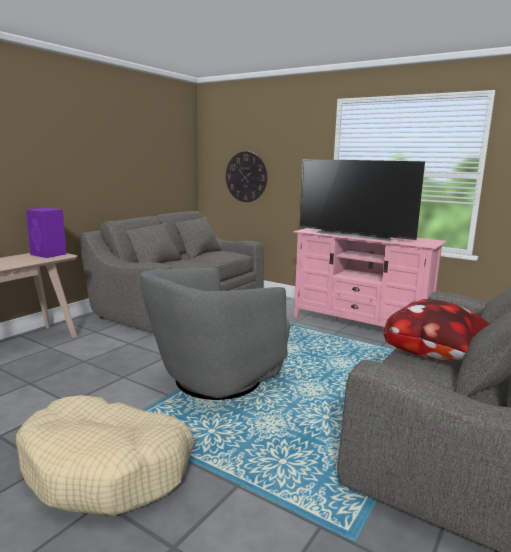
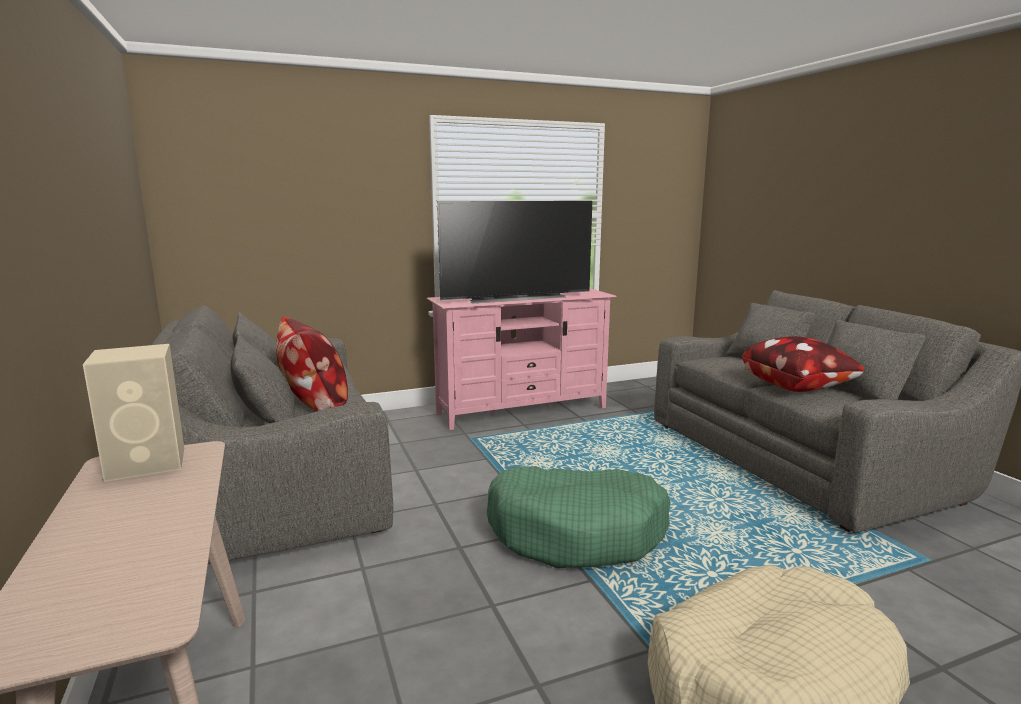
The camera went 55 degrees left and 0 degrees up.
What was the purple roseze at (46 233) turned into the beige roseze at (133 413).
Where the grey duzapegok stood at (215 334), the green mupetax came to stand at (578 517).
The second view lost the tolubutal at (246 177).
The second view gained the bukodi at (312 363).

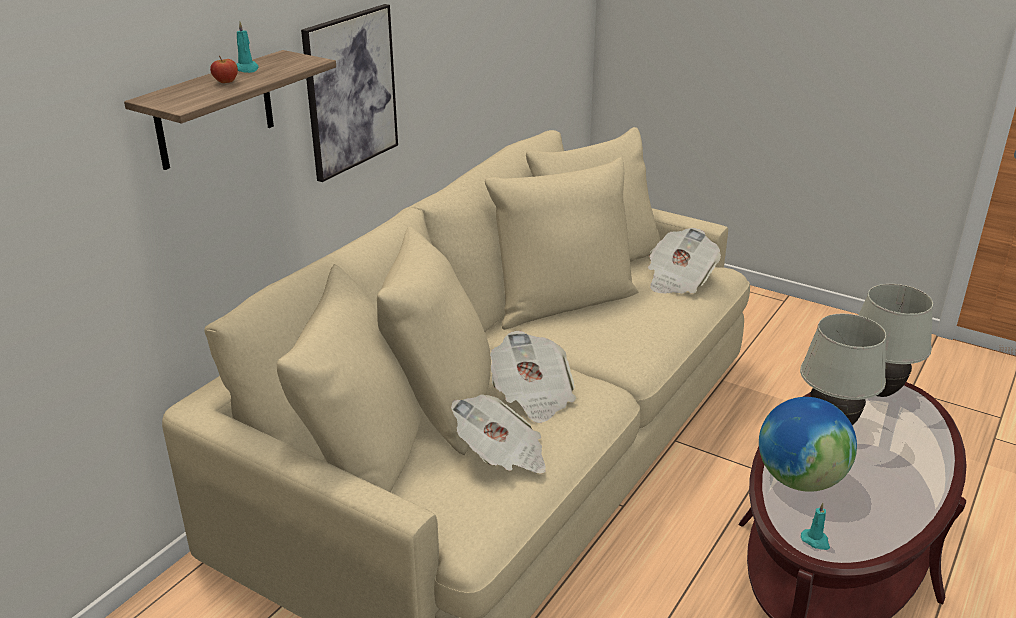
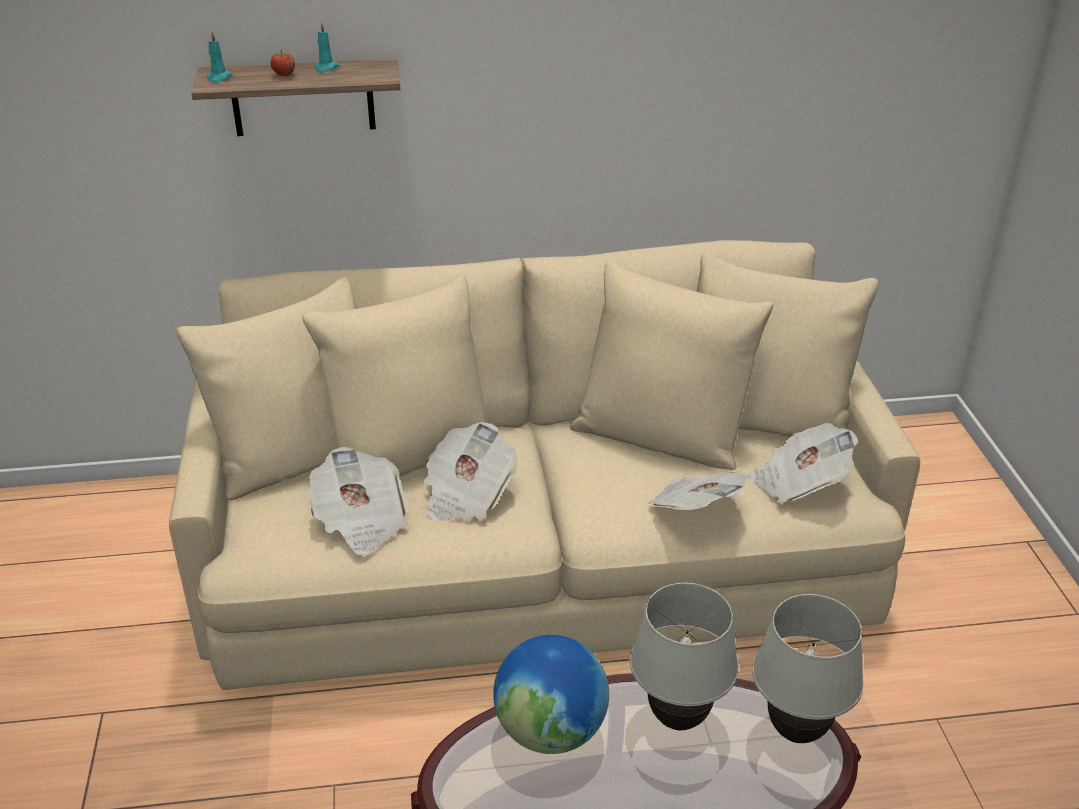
The camera went 50 degrees right and 5 degrees up.
The second view lost the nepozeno at (349 93).
The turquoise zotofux ended up elsewhere, having gone from (815 526) to (219 57).
The second view gained the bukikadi at (699 491).

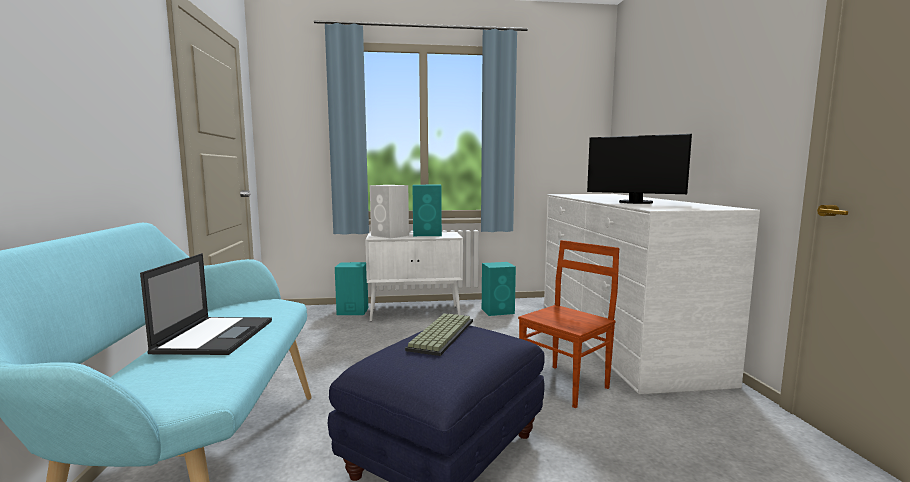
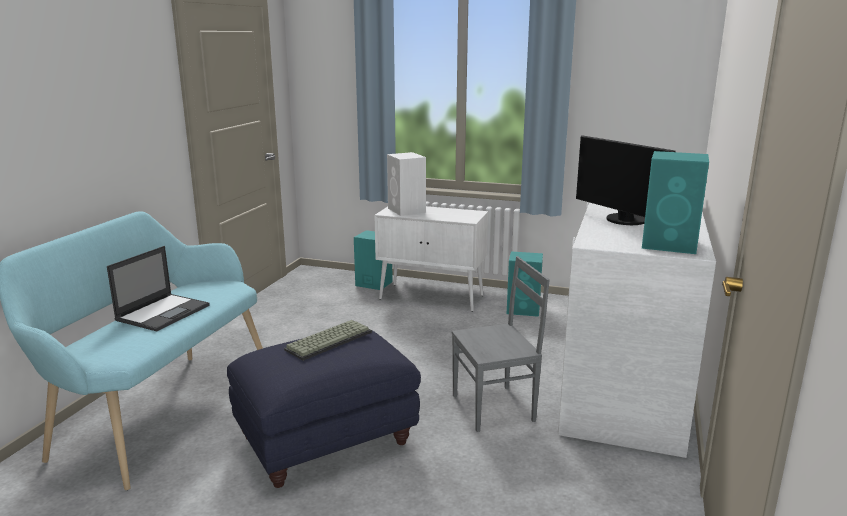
The camera went 25 degrees right and 10 degrees up.
The turquoise roseze ended up elsewhere, having gone from (427 210) to (675 202).
What was the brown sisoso at (568 324) turned into the grey sisoso at (501 344).

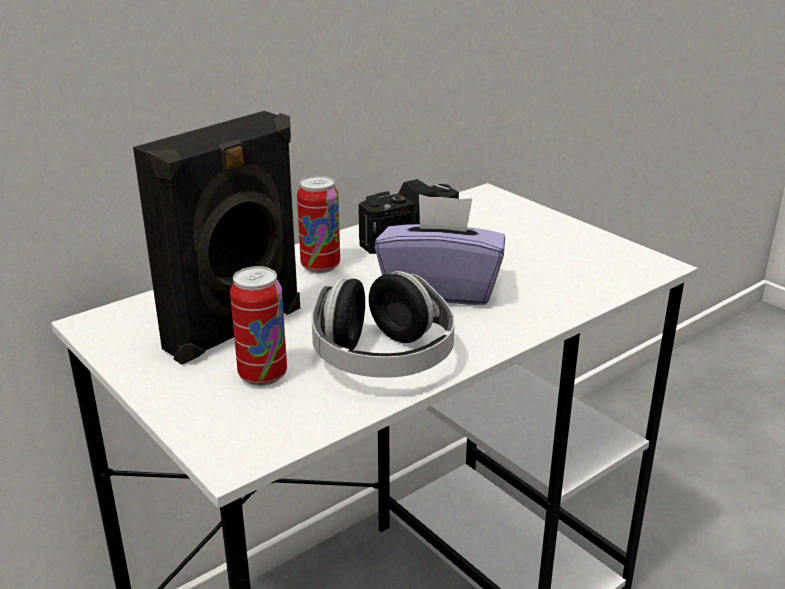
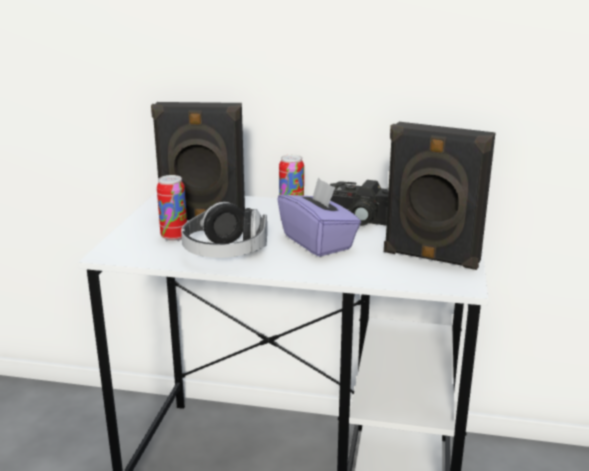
The camera went 50 degrees right and 5 degrees down.
The second view gained the black roseze at (440 196).

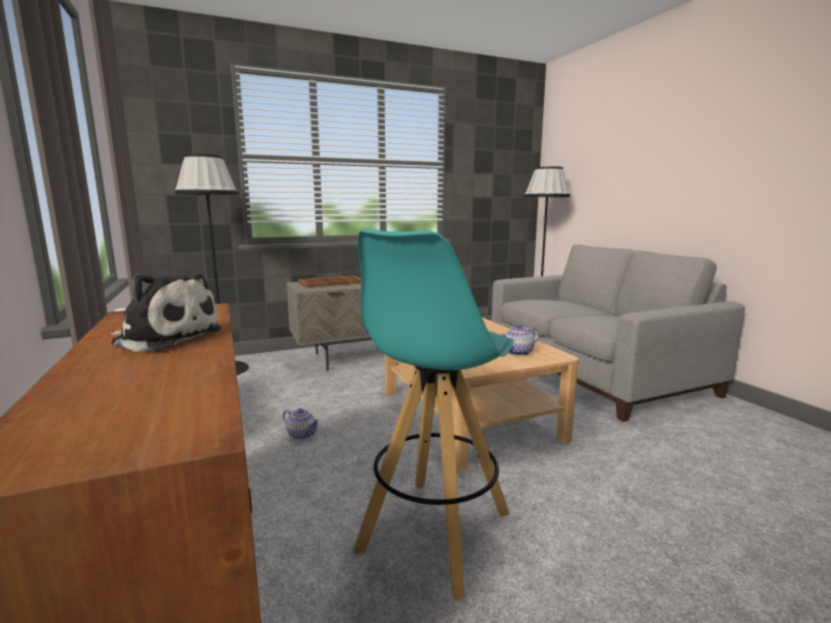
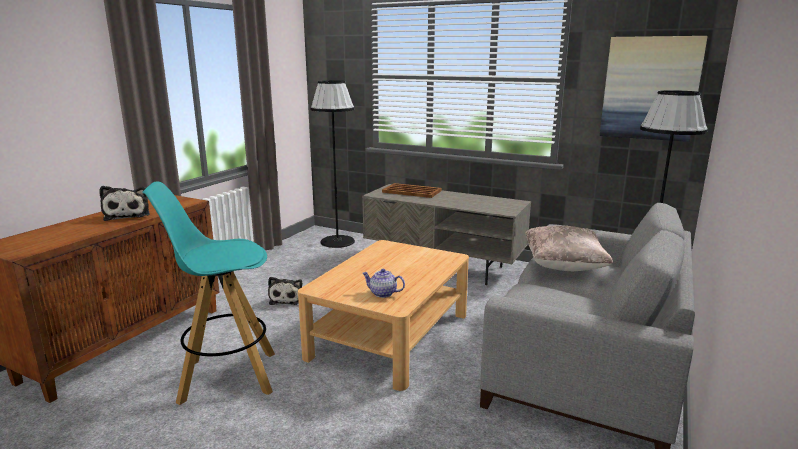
The camera went 50 degrees right and 5 degrees up.
Where the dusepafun stood at (301 423), the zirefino came to stand at (285 291).
The second view gained the beige bukodi at (569 248).
The second view gained the nepozeno at (654 89).

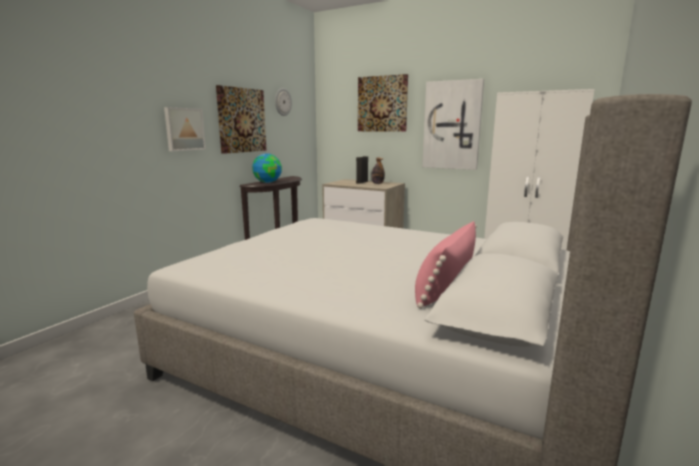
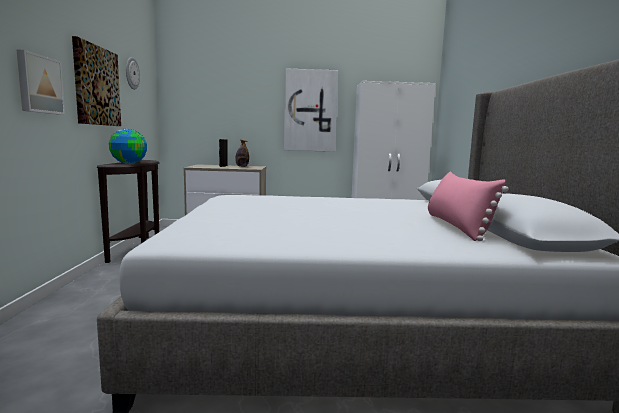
The camera went 30 degrees left and 5 degrees down.
The second view lost the nepozeno at (383 103).

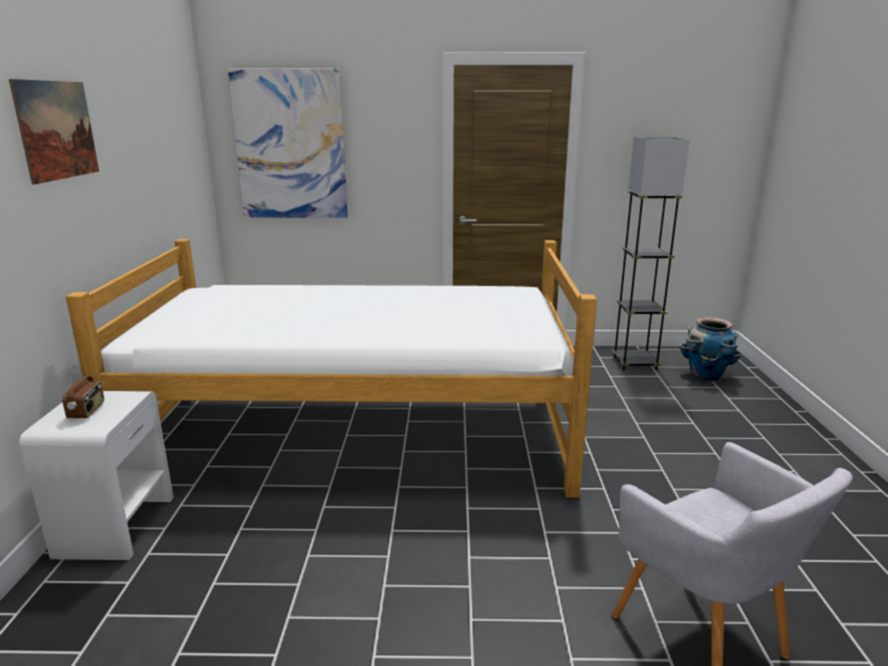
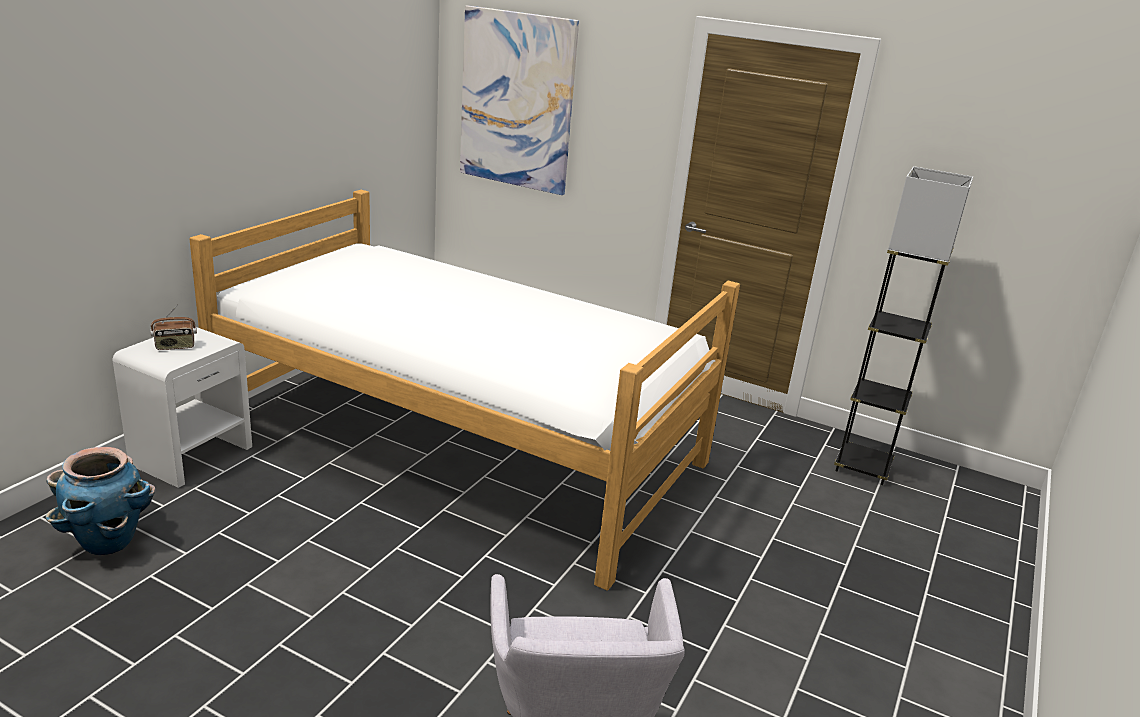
The camera went 25 degrees right and 5 degrees up.
The second view lost the nepozeno at (54 132).
The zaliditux at (83 392) ended up facing another way, 45 degrees clockwise from before.
The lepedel ended up elsewhere, having gone from (710 349) to (101 501).

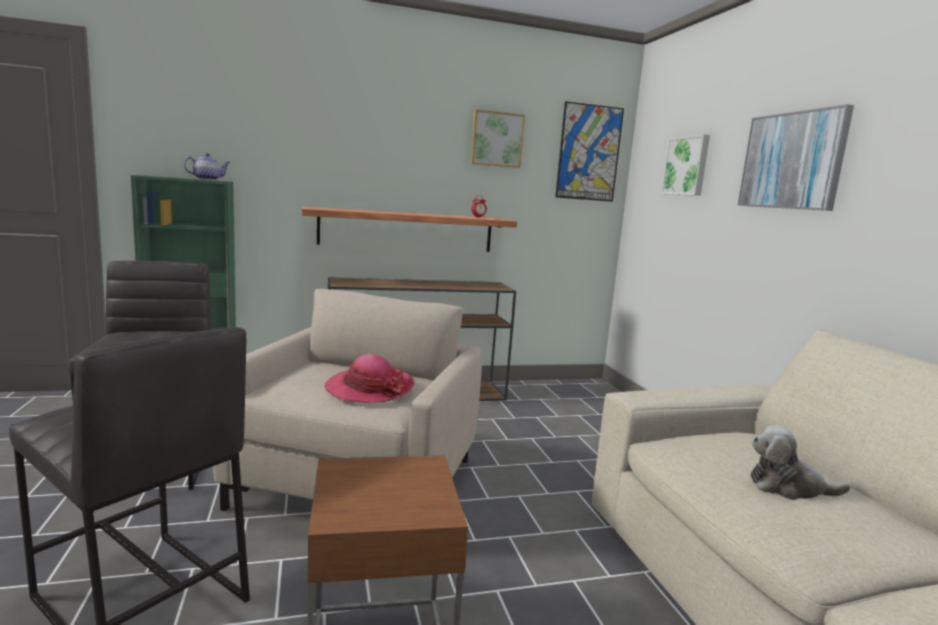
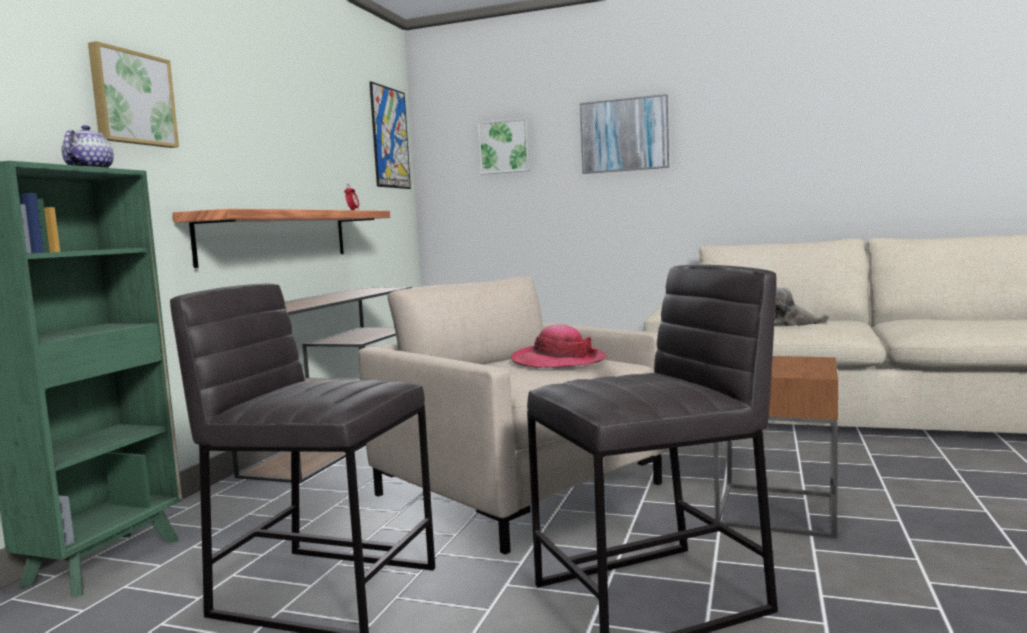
The camera went 55 degrees left and 5 degrees down.
The nepozeno ended up elsewhere, having gone from (497 138) to (133 94).
The zirefino at (800 463) ended up facing another way, 60 degrees clockwise from before.

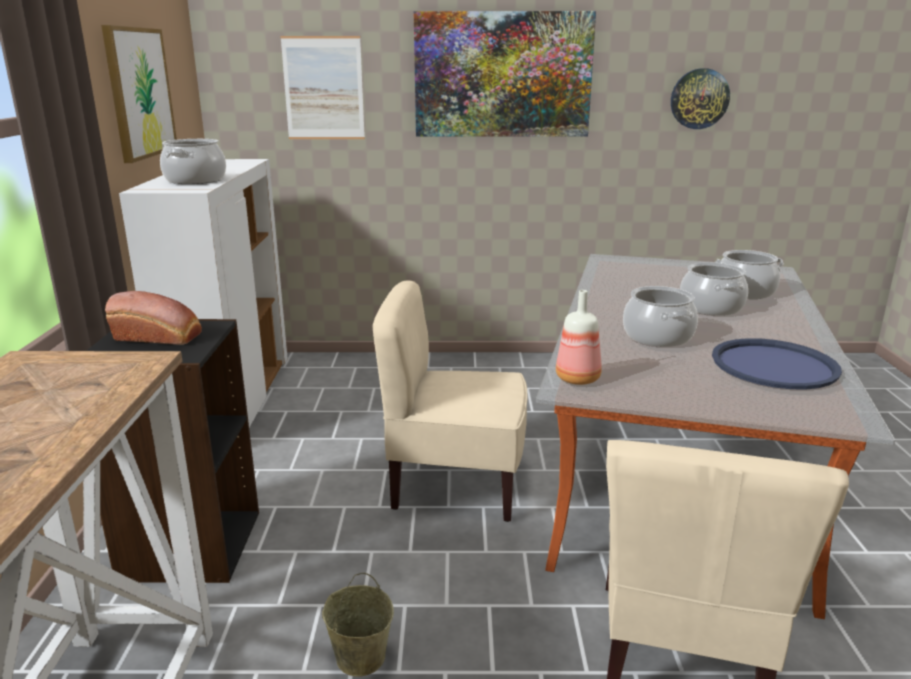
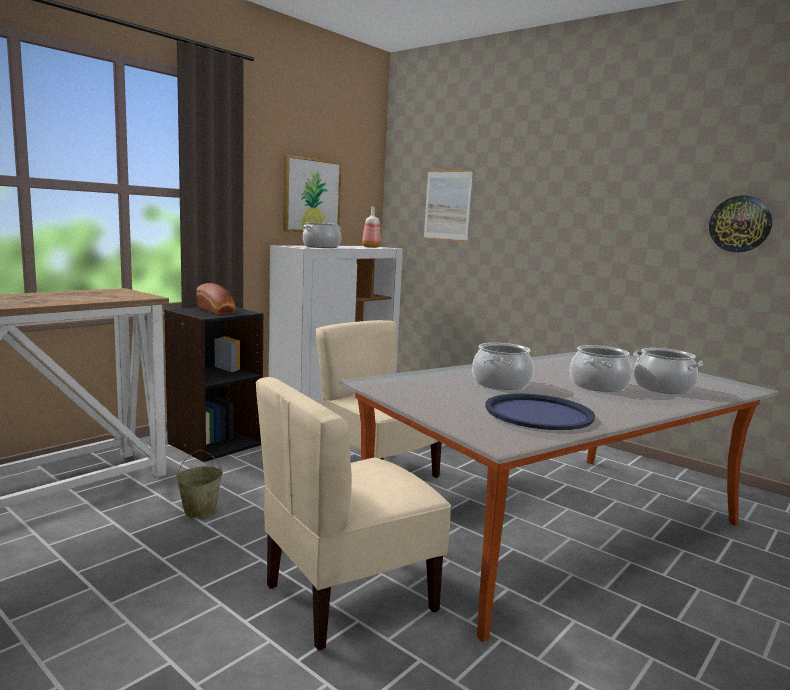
The camera went 40 degrees right and 10 degrees down.
The second view lost the nepozeno at (505 74).
The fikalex ended up elsewhere, having gone from (579 337) to (371 227).

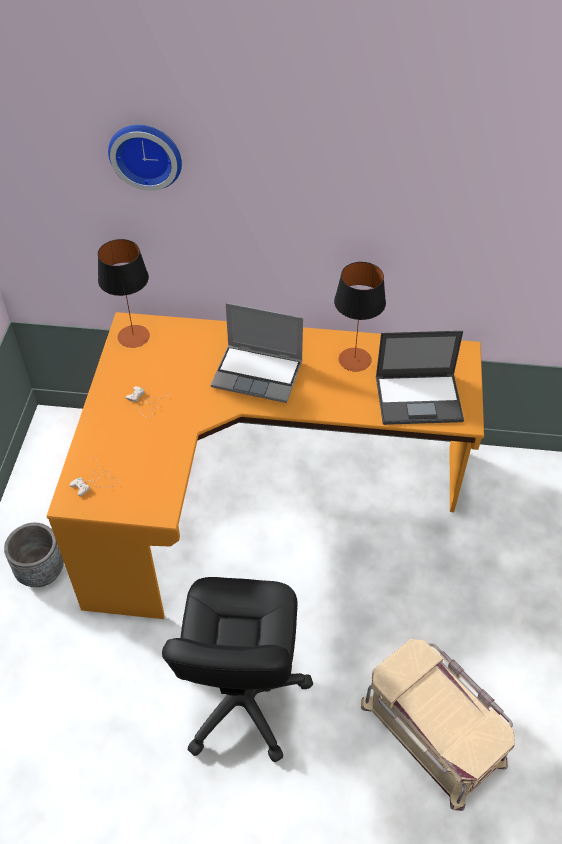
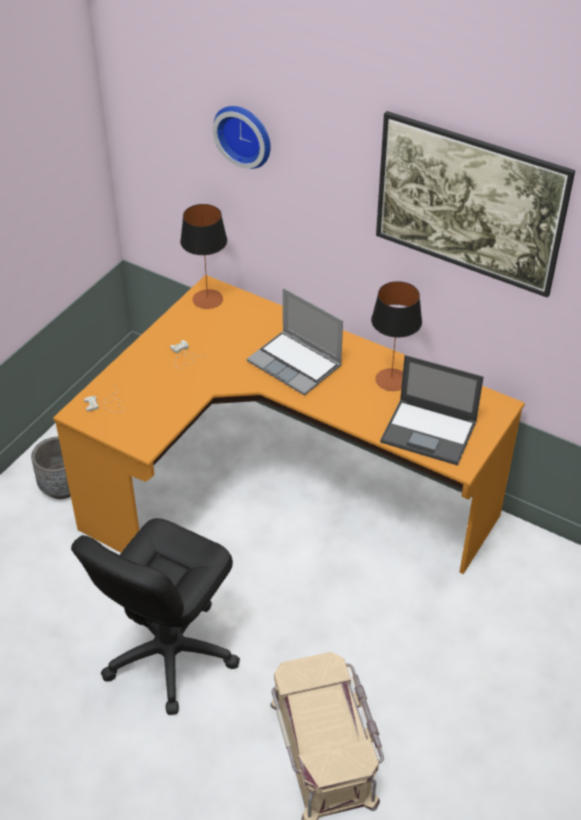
The camera went 25 degrees right and 5 degrees down.
The second view gained the nepozeno at (475 204).

